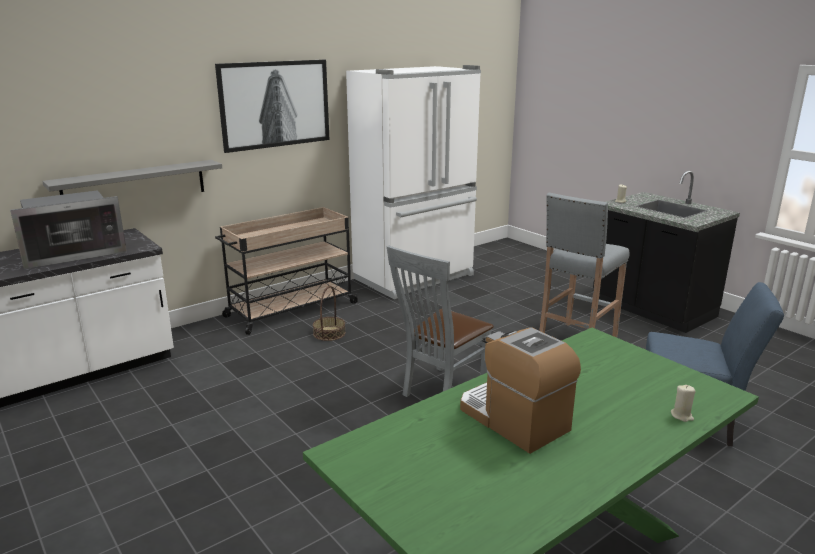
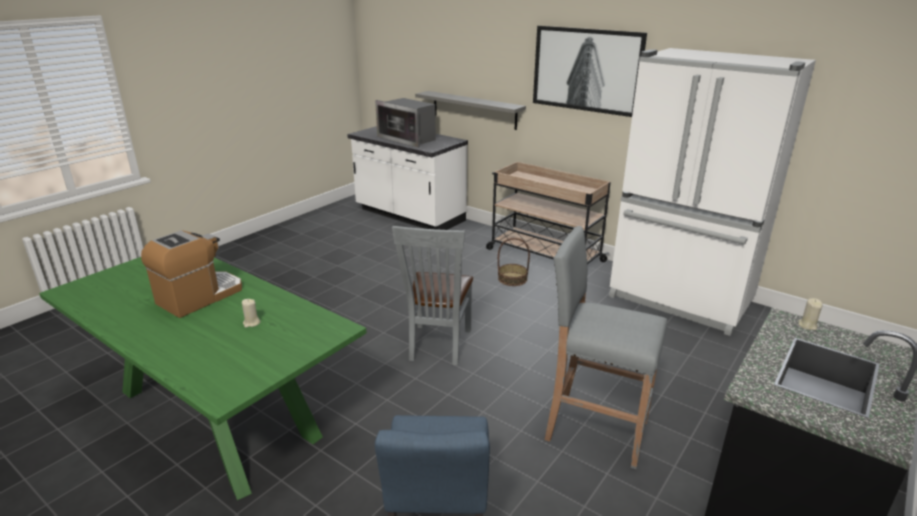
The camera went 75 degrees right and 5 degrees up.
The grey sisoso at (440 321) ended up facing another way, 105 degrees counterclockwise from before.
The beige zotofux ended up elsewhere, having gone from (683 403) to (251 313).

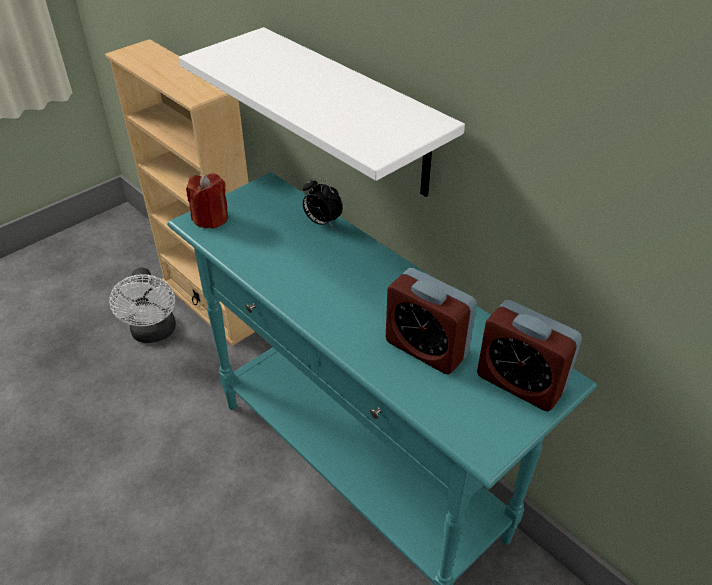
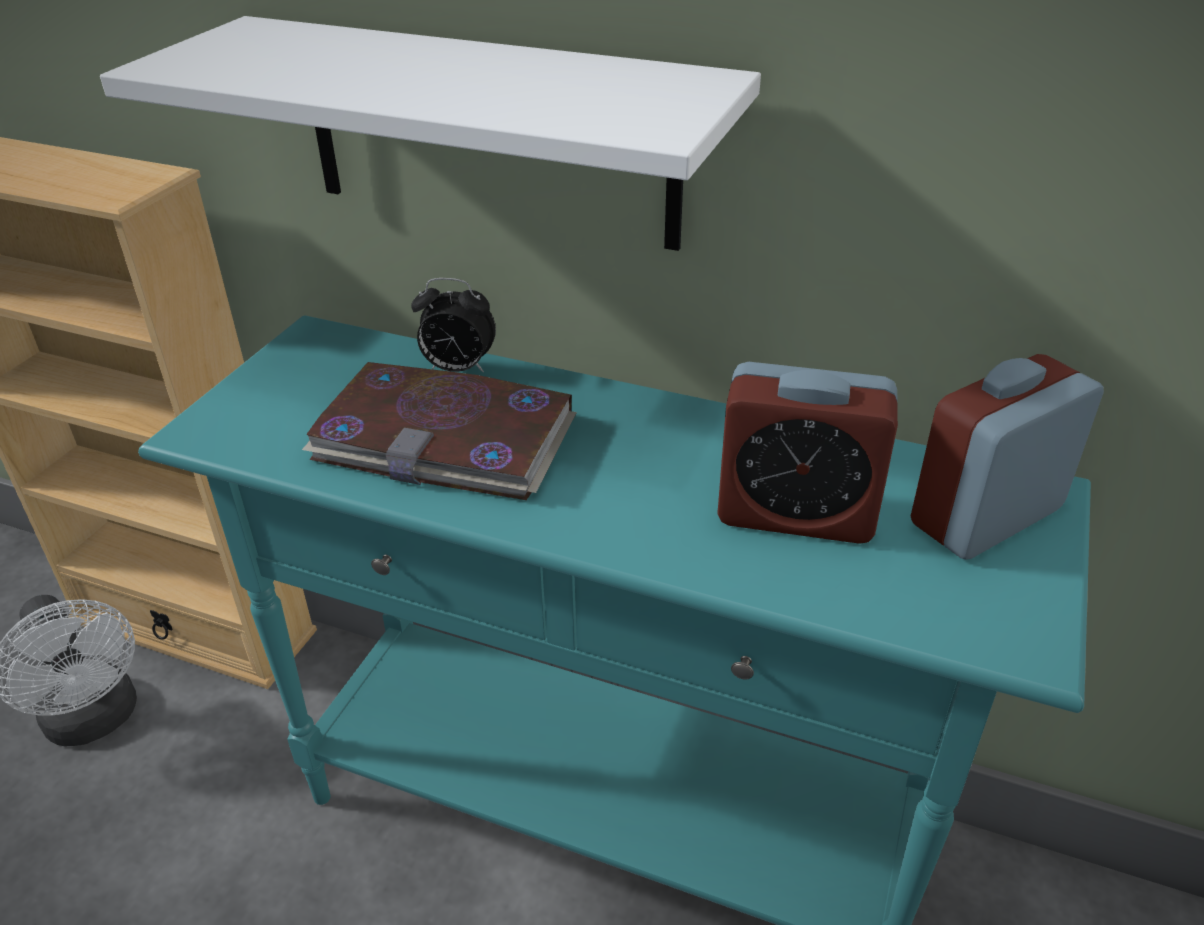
The camera went 25 degrees left and 5 degrees down.
The second view lost the red zotofux at (207 201).
The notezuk at (529 355) ended up facing another way, 135 degrees clockwise from before.
The second view gained the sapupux at (439 431).

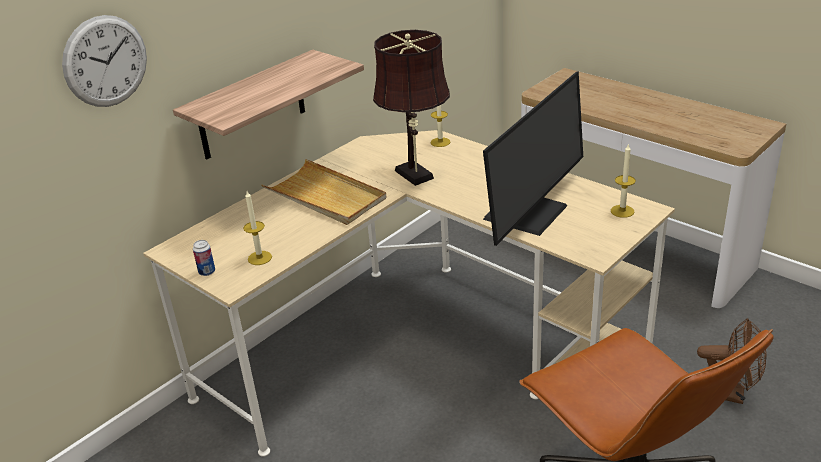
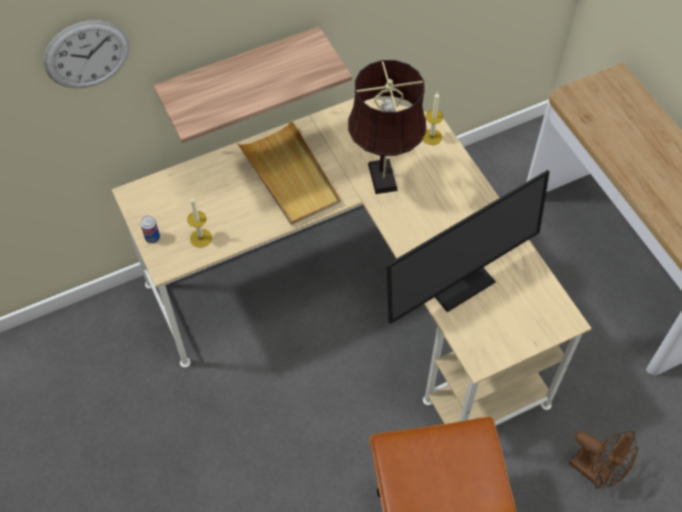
The camera went 20 degrees right and 25 degrees up.
The second view lost the zotofux at (623 181).

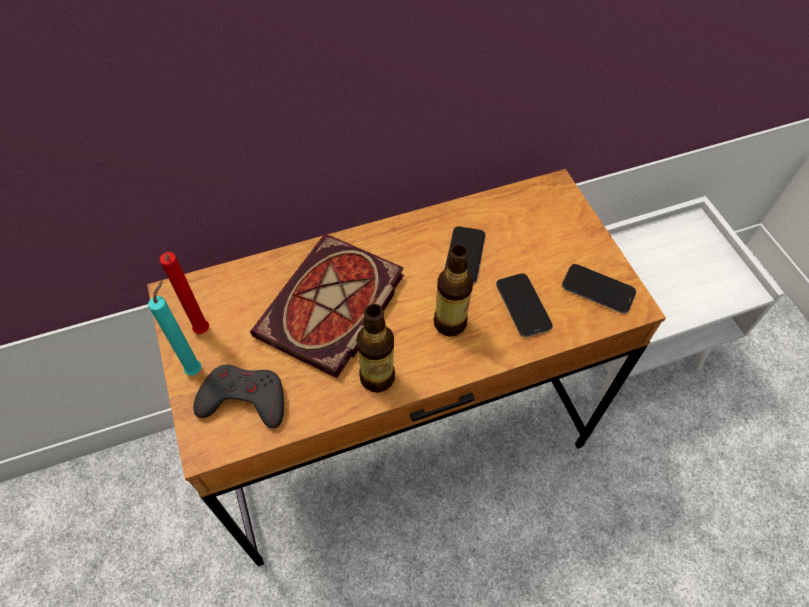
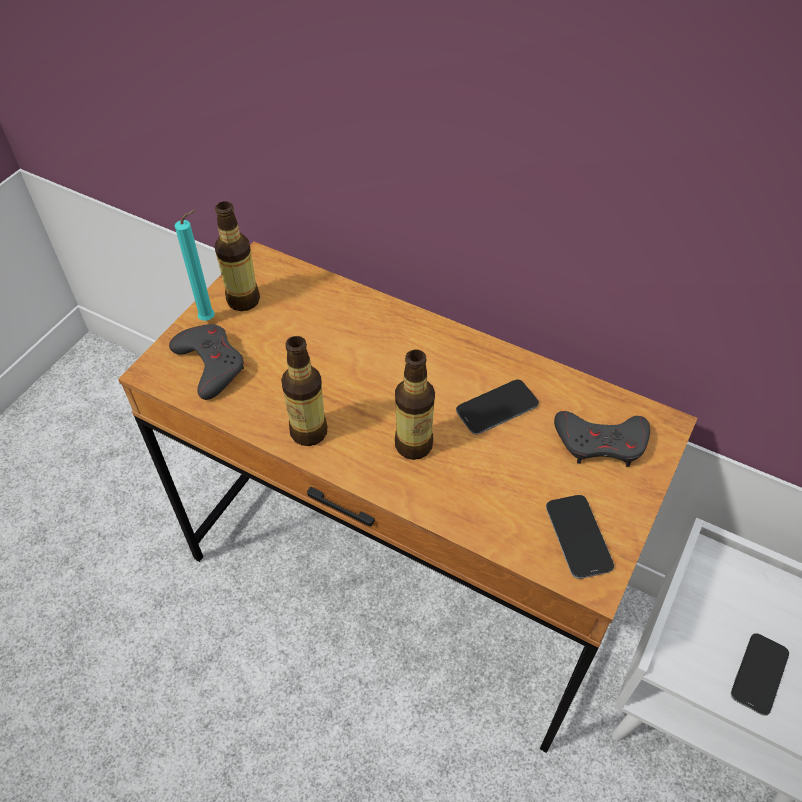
The camera went 50 degrees right and 5 degrees down.
Where the red zotofux stood at (184 293), the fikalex came to stand at (237 256).
The second view lost the sapupux at (327 306).
The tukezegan ended up elsewhere, having gone from (524 305) to (760 674).
The second view gained the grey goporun at (602 439).

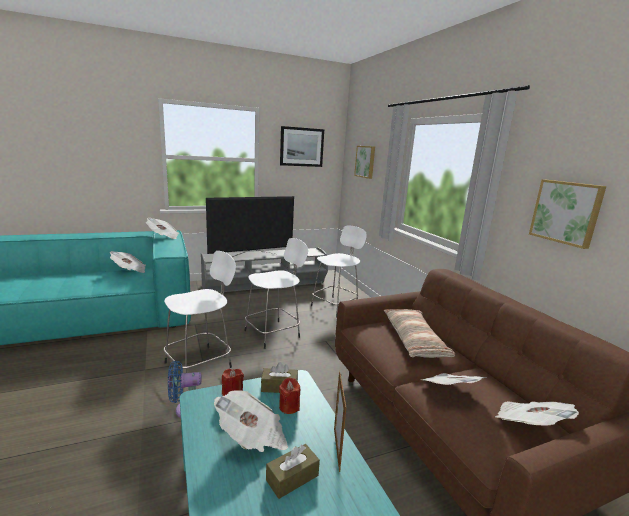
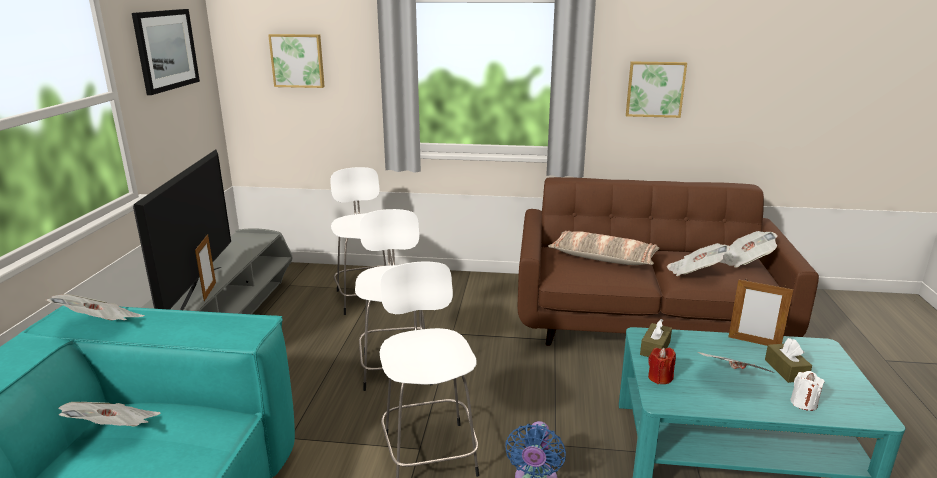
The camera went 60 degrees left and 5 degrees up.
The second view lost the red zotofux at (289 395).
The second view gained the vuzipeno at (205 267).
The second view gained the white zotofux at (807 391).

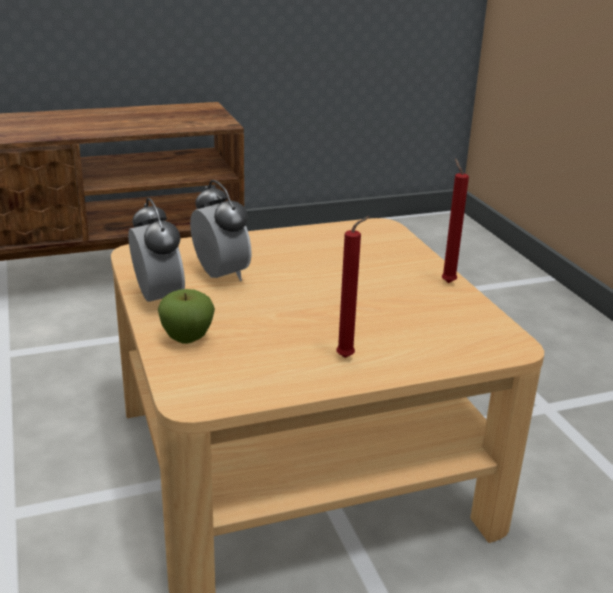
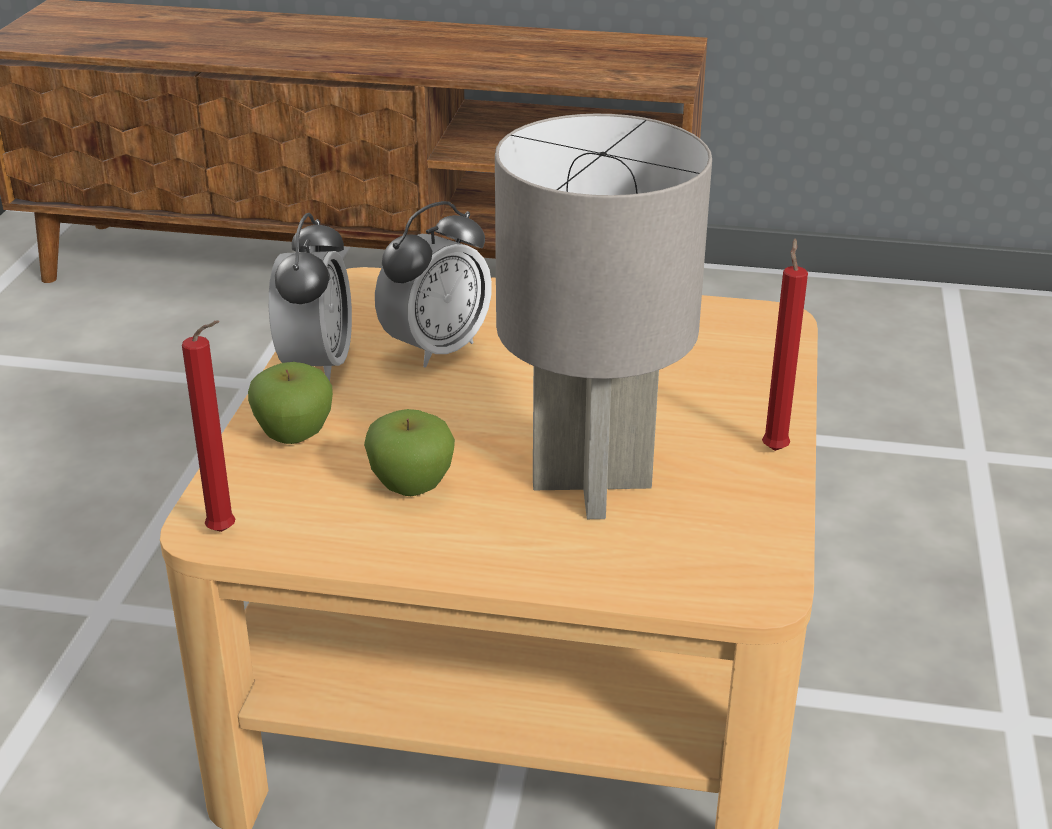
The camera went 30 degrees right and 5 degrees up.
The notezuk at (220 230) ended up facing another way, 45 degrees clockwise from before.
The red zotofux ended up elsewhere, having gone from (353 287) to (209 426).
The second view gained the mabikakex at (409 452).
The second view gained the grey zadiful at (603 316).

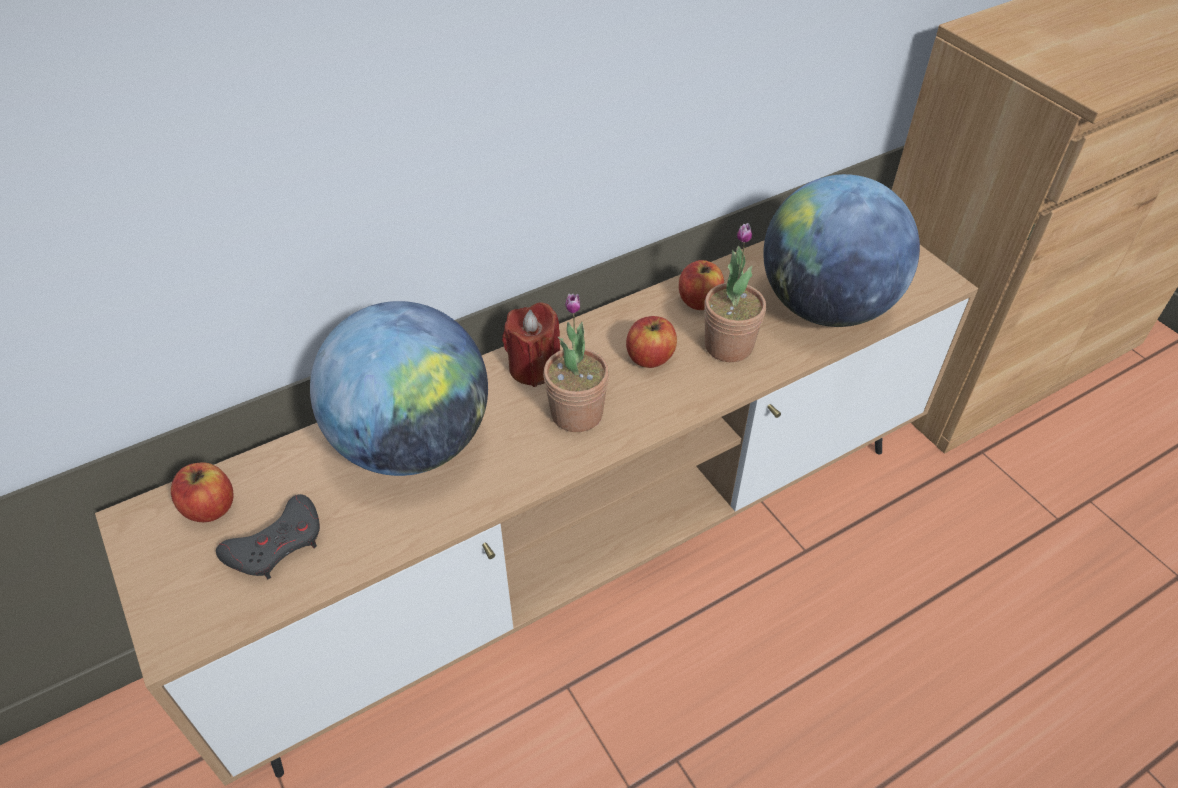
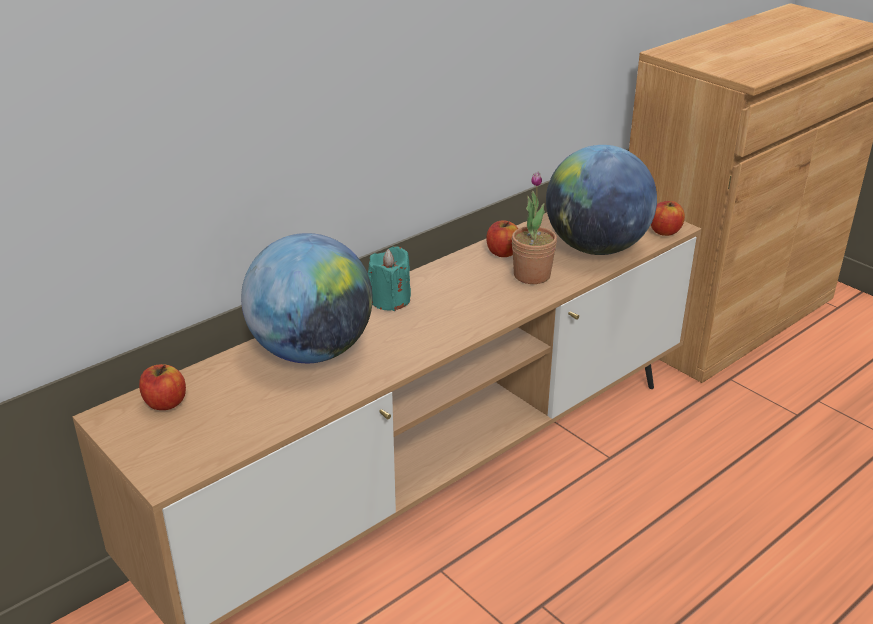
The camera went 10 degrees left and 15 degrees down.
The second view lost the grey goporun at (268 536).
What was the red zotofux at (531 344) turned into the turquoise zotofux at (389 278).
The second view lost the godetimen at (576 362).
The mabikakex ended up elsewhere, having gone from (651 342) to (668 218).

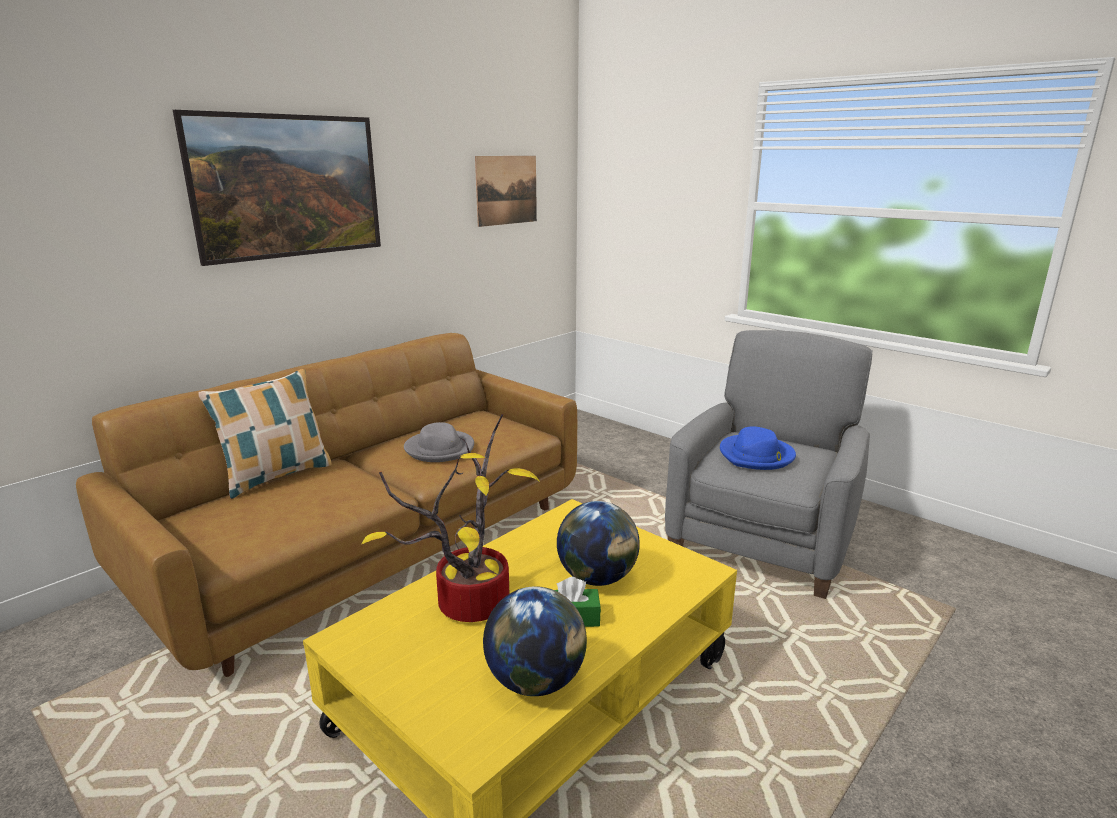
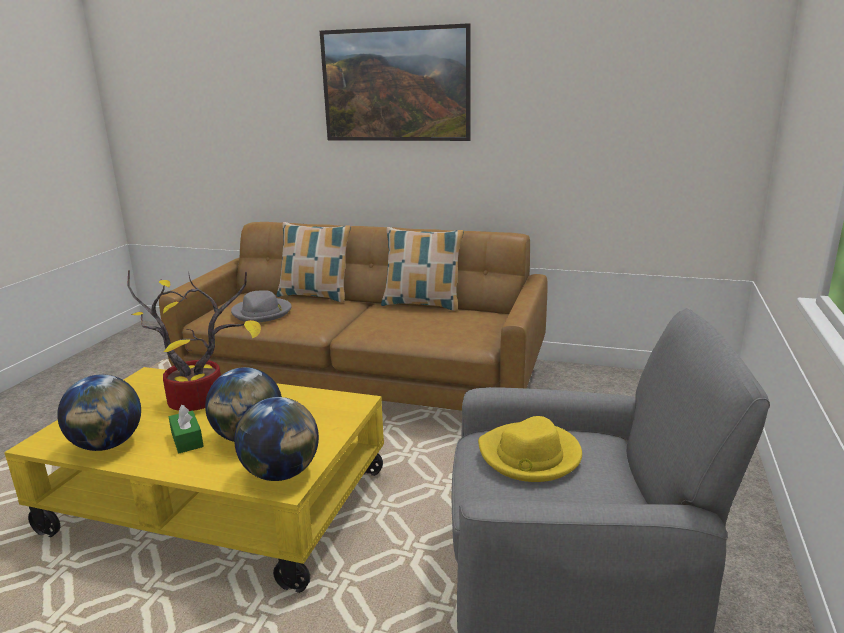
The camera went 65 degrees right and 0 degrees up.
The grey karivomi ended up elsewhere, having gone from (439 442) to (261 306).
The second view lost the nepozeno at (506 191).
What was the blue karivomi at (758 448) turned into the yellow karivomi at (530 449).
The second view gained the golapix at (276 439).
The second view gained the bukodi at (422 269).

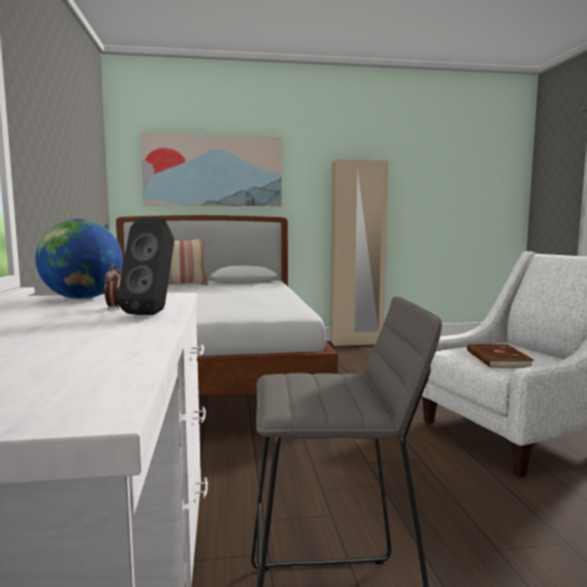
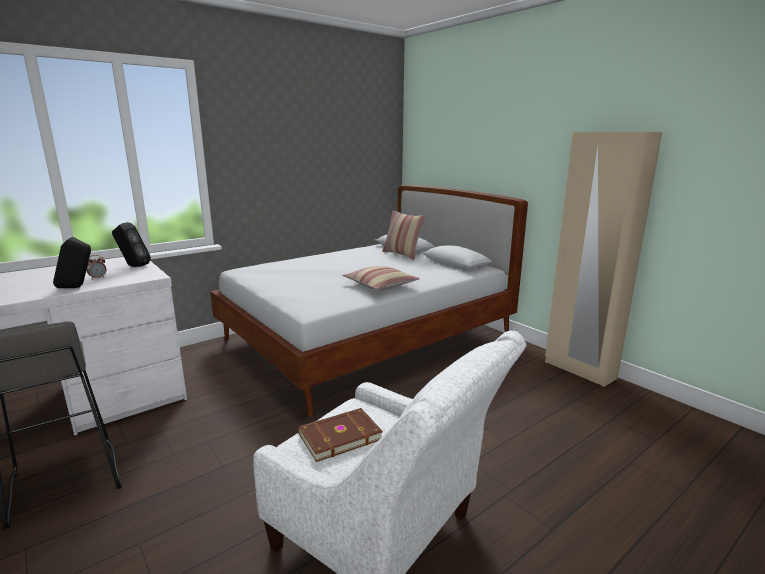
The camera went 60 degrees right and 10 degrees up.
Where the golapix stood at (79 259), the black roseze came to stand at (131 244).
The second view lost the nepozeno at (211 169).
The second view gained the bukodi at (381 278).

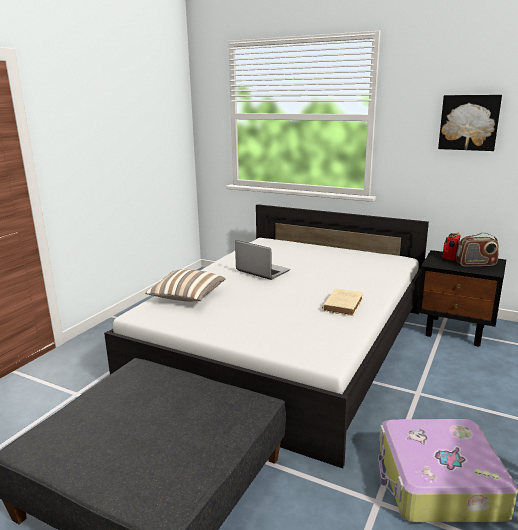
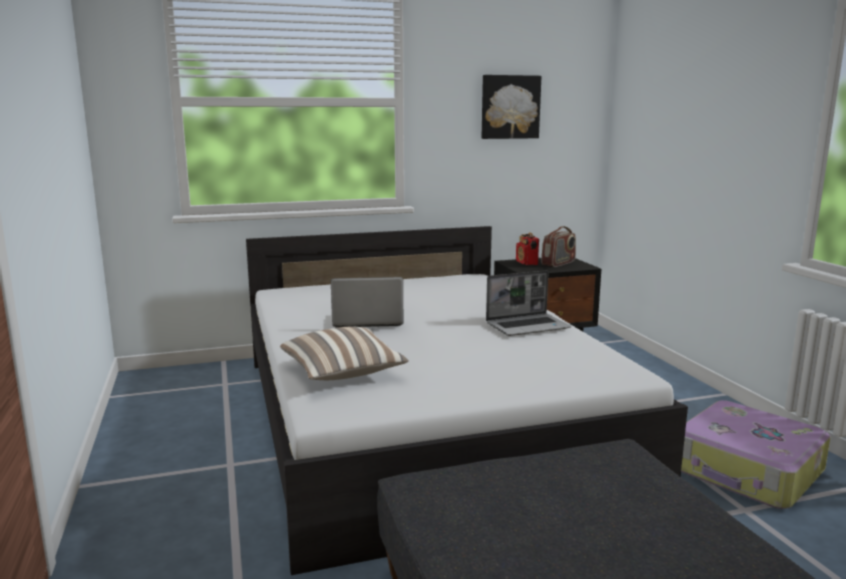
The camera went 45 degrees left and 5 degrees down.
Where the beige sapupux stood at (342 302), the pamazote came to stand at (528 303).

